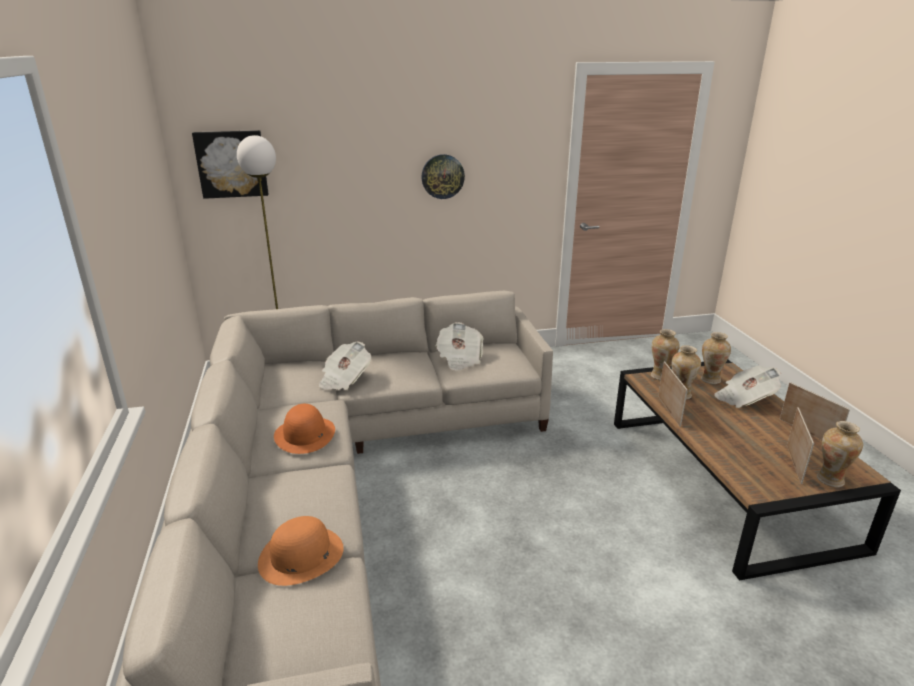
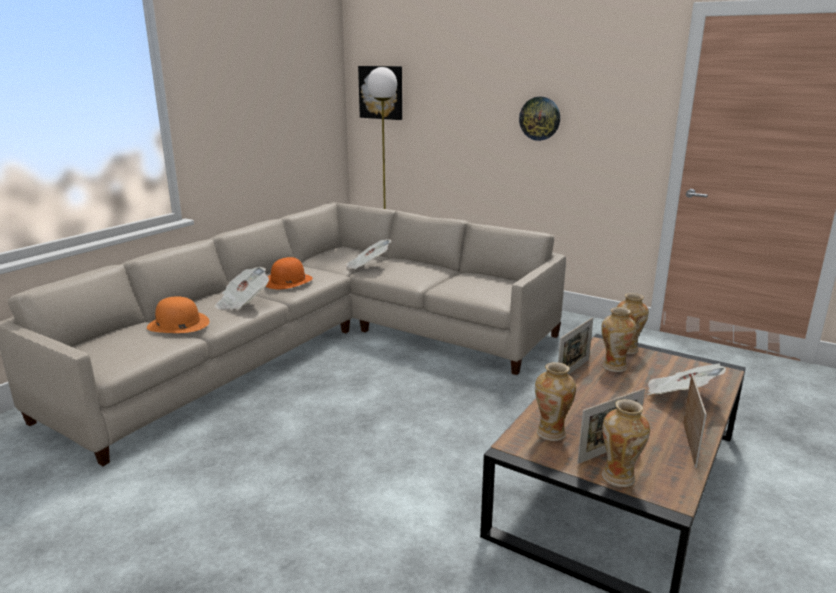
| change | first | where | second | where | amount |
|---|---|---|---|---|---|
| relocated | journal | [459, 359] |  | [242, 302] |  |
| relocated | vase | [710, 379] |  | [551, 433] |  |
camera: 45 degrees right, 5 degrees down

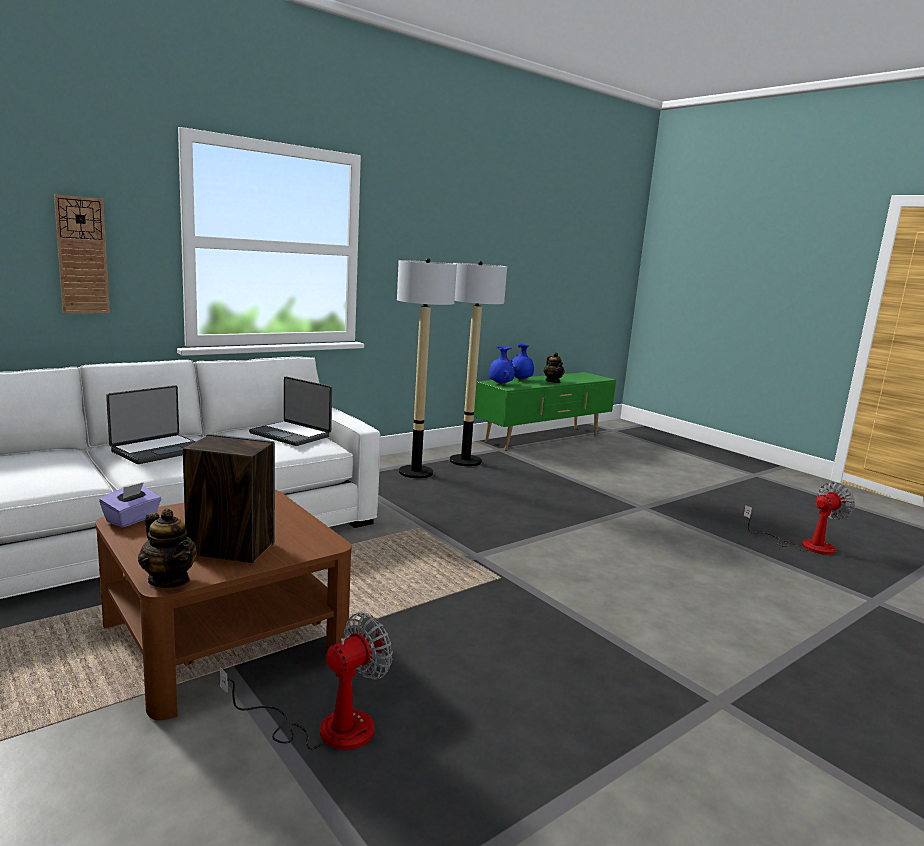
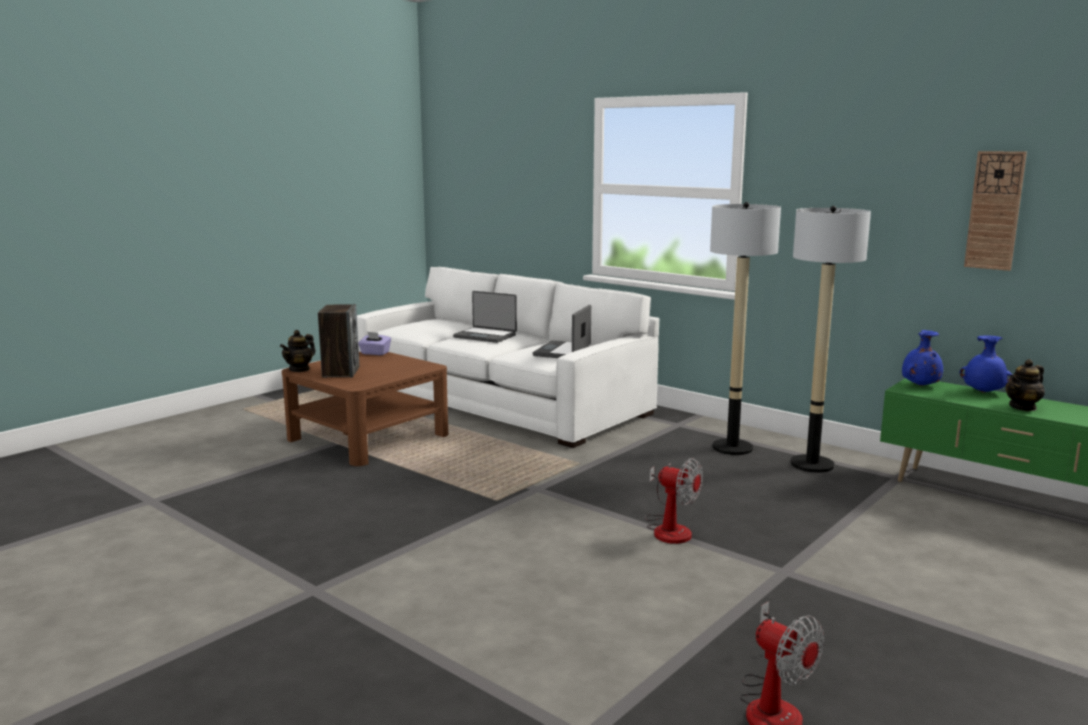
| change | first | where | second | where | amount |
|---|---|---|---|---|---|
| relocated | horloge murale | [82, 256] |  | [994, 210] |  |
| relocated | ventilateur | [326, 728] |  | [669, 528] |  |
camera: 80 degrees right, 0 degrees up

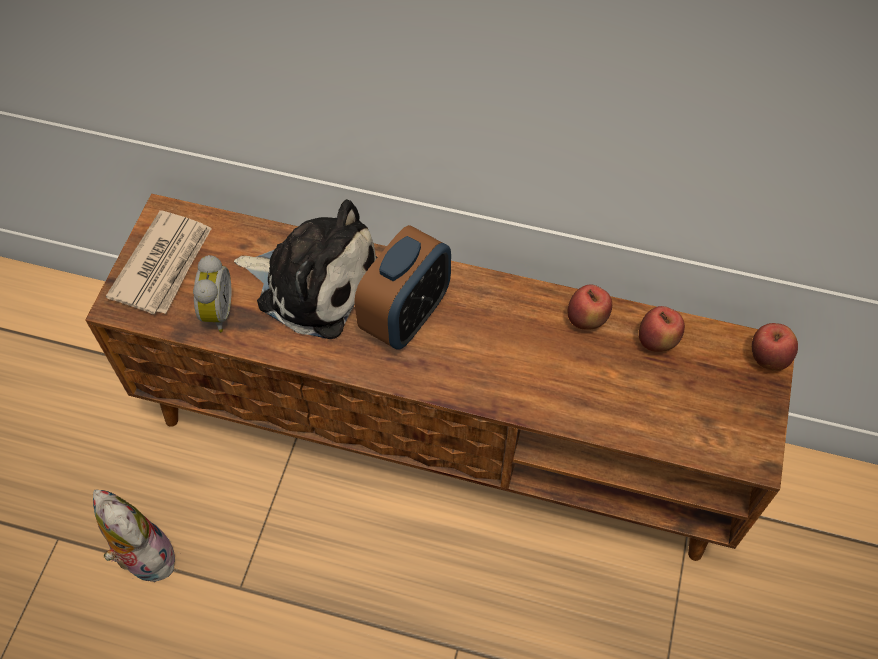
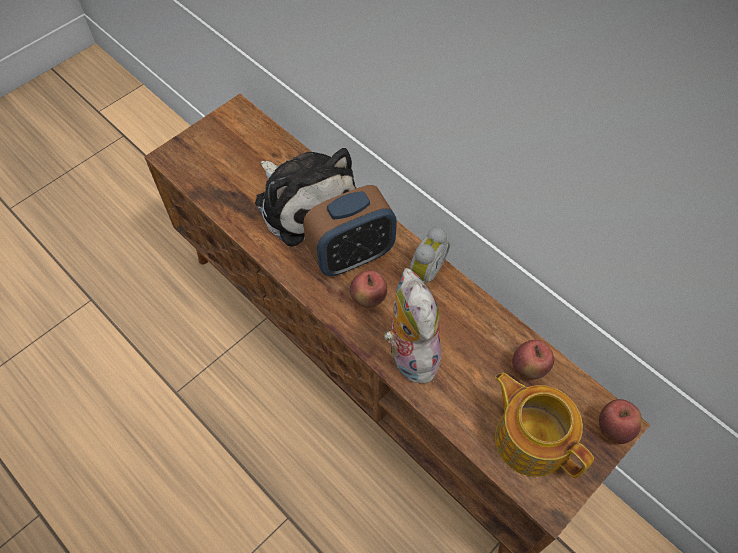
| change | first | where | second | where | amount |
|---|---|---|---|---|---|
| missing | journal | [164, 265] |  |  |  |
| appeared |  |  | théière | [531, 437] |  |
| relocated | peluche | [143, 556] |  | [409, 353] |  |
| relocated | réveil | [215, 312] |  | [425, 271] |  |
| relocated | pomme | [586, 320] |  | [368, 299] |  |
camera: 30 degrees right, 0 degrees up

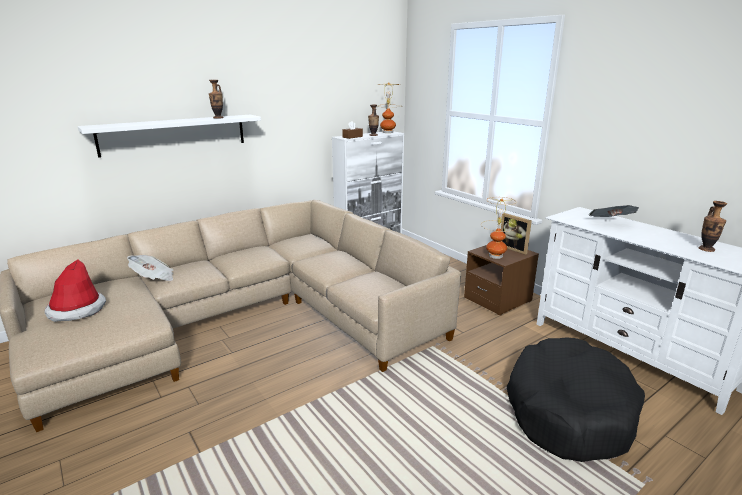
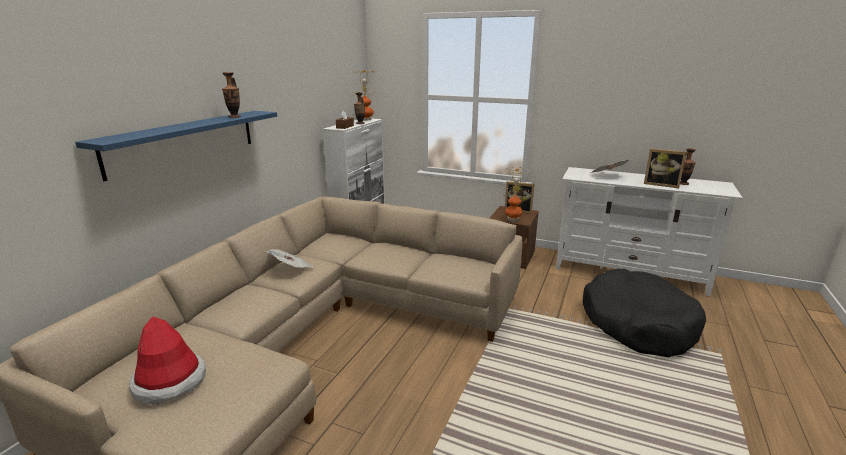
| change | first | where | second | where | amount |
|---|---|---|---|---|---|
| appeared |  |  | cadre photo | [661, 184] |  |
| relocated | journal | [154, 278] |  | [292, 269] |  |
| colour | étagère/blanc | [174, 134] | étagère/bleu | [185, 141] |  |
camera: 30 degrees left, 0 degrees up

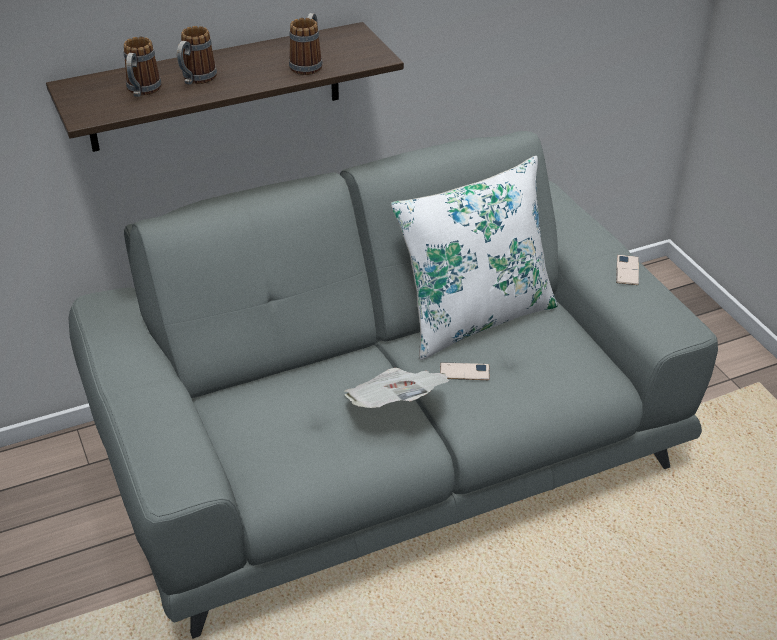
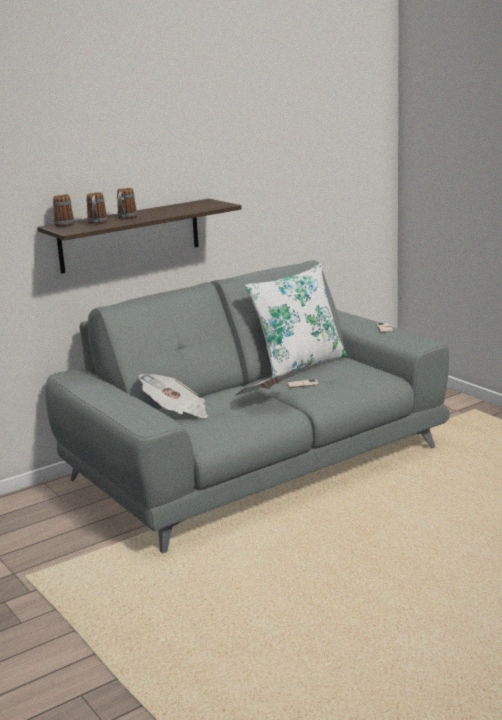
| change | first | where | second | where | amount |
|---|---|---|---|---|---|
| appeared |  |  | journal | [176, 413] |  |
| relocated | mug | [308, 64] |  | [65, 224] |  |
camera: 10 degrees left, 20 degrees down

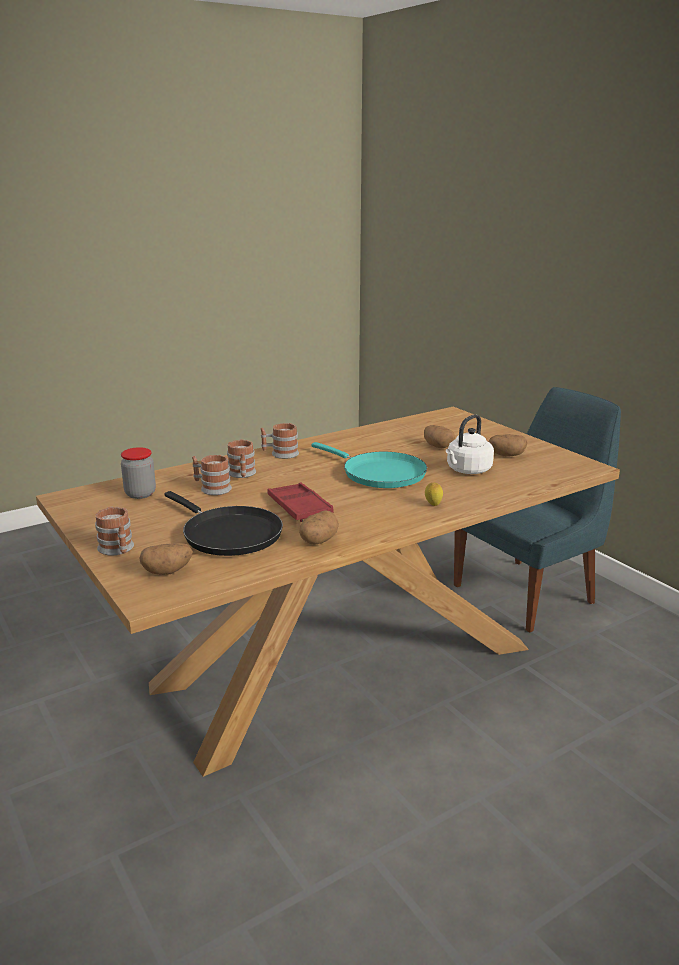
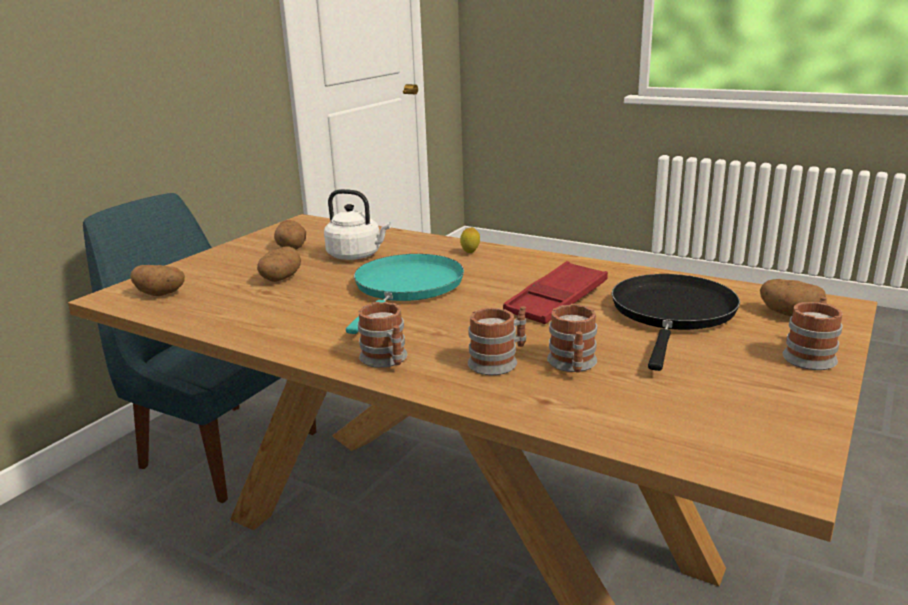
| change | first | where | second | where | amount |
|---|---|---|---|---|---|
| missing | bocal | [140, 494] |  |  |  |
| relocated | pomme de terre | [318, 541] |  | [161, 294] |  |
camera: 115 degrees left, 0 degrees up

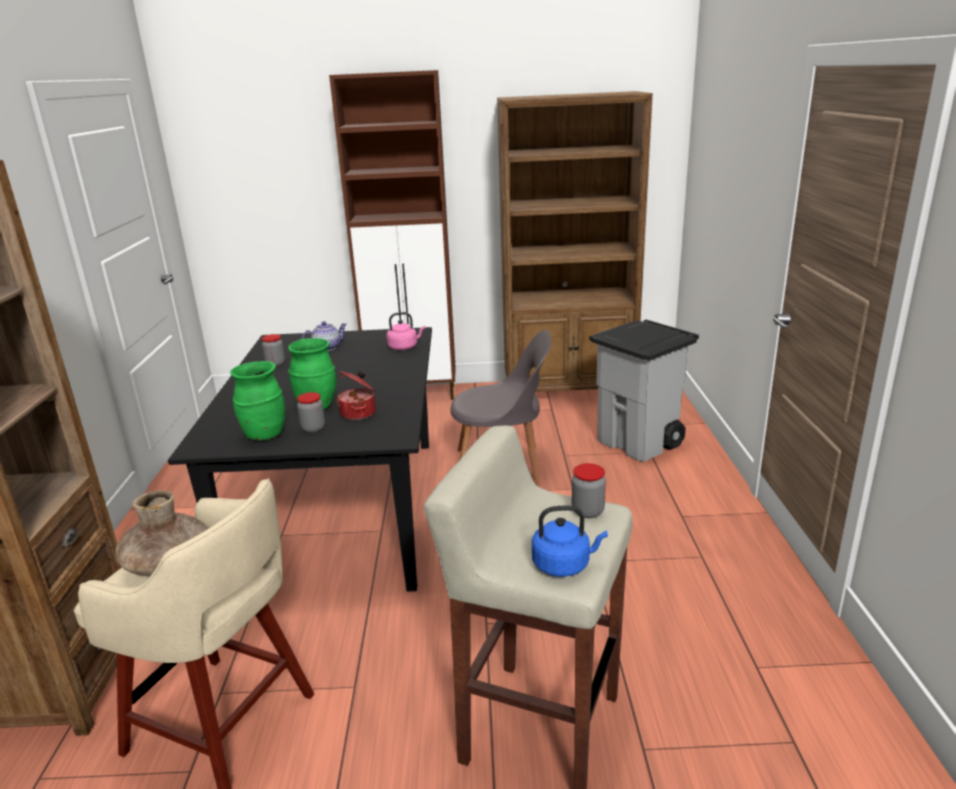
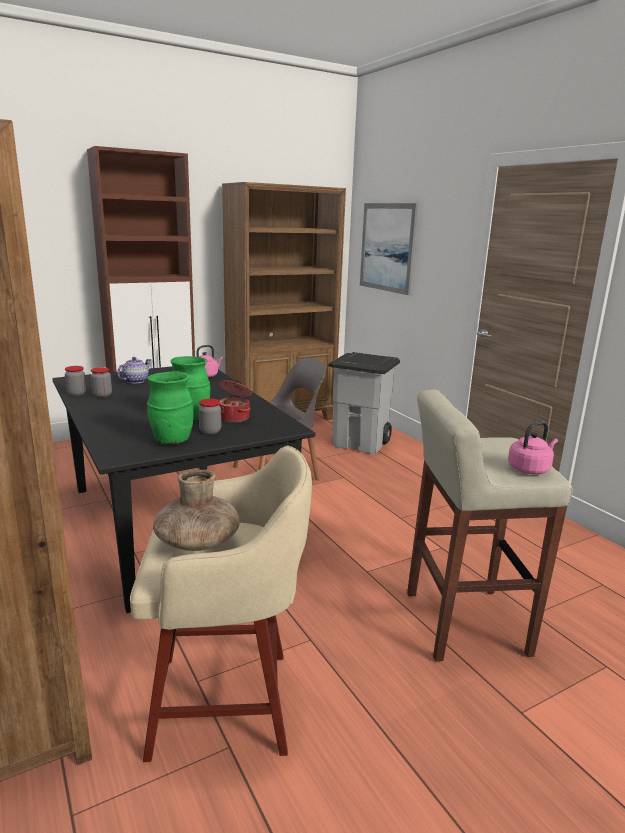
| change | first | where | second | where | amount |
|---|---|---|---|---|---|
| appeared |  |  | tableau | [387, 247] |  |
| relocated | bocal | [587, 511] |  | [76, 393] |  |
| colour | bouilloire/bleu | [564, 565] | bouilloire/rose | [530, 469] |  |
camera: 30 degrees left, 5 degrees down

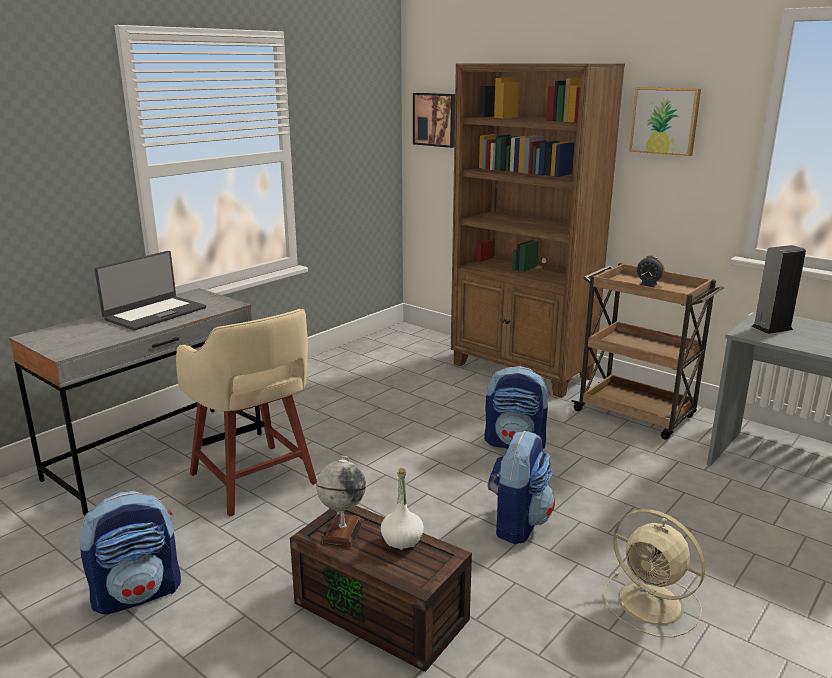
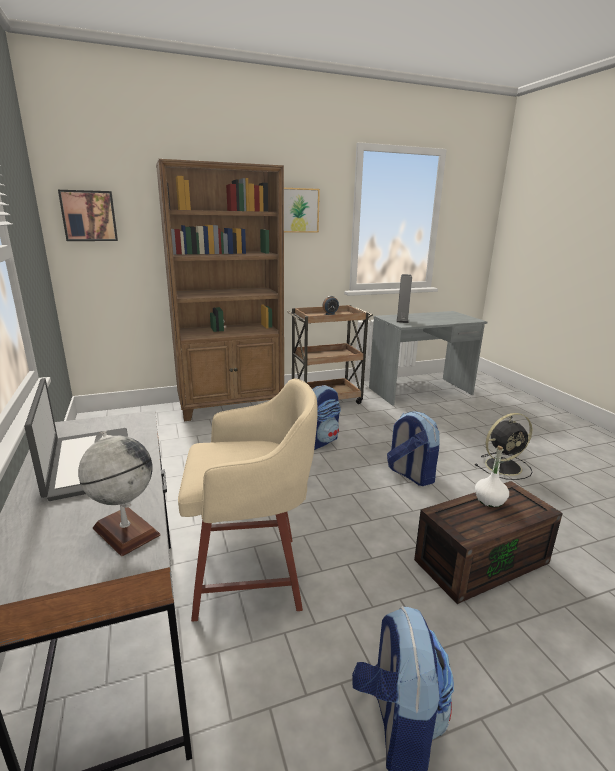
| change | first | where | second | where | amount |
|---|---|---|---|---|---|
| relocated | globe | [343, 531] |  | [125, 531] |  |
| colour | ventilateur/beige | [653, 604] | ventilateur/noir | [504, 466] |  |
camera: 60 degrees left, 0 degrees up

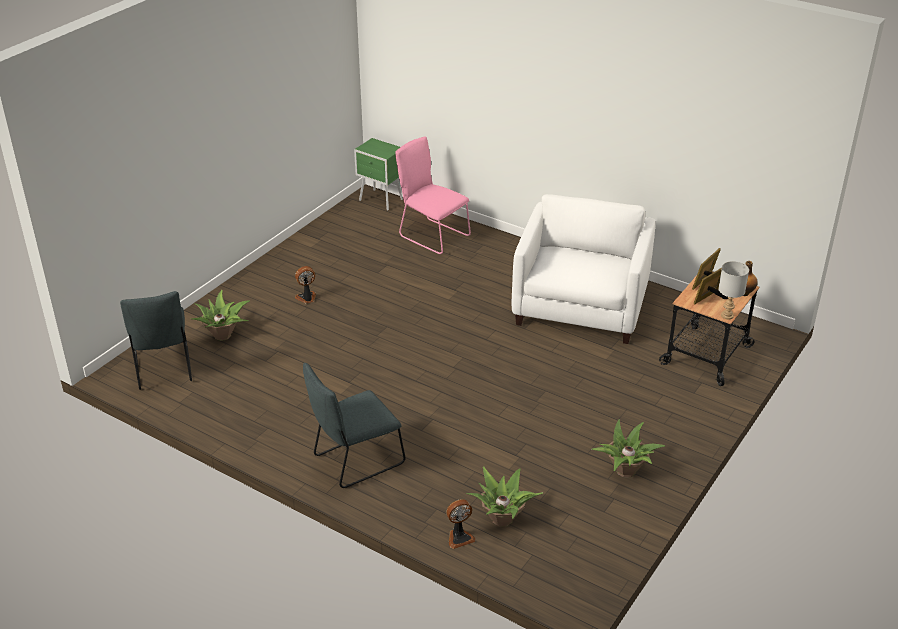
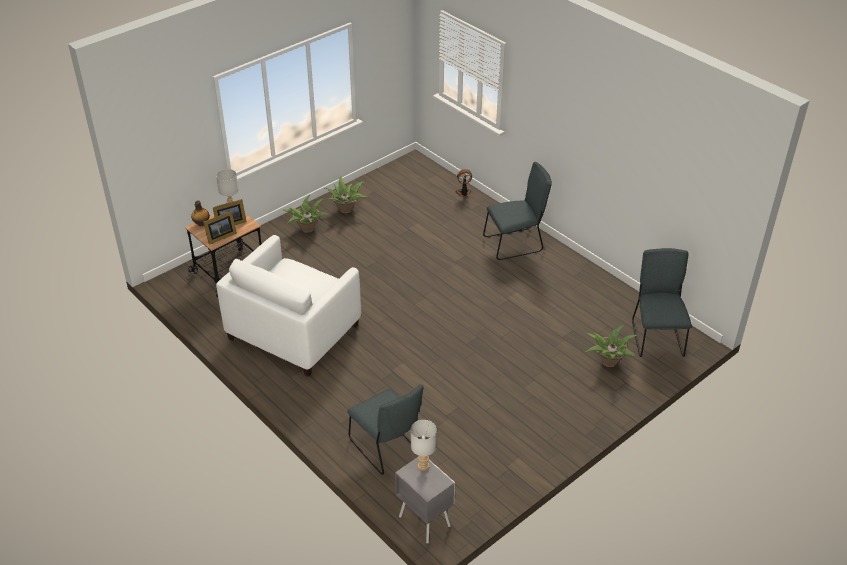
| change | first | where | second | where | amount |
|---|---|---|---|---|---|
| missing | ventilateur | [307, 298] |  |  |  |
| appeared |  |  | lampe de table/gris | [424, 465] |  |
| relocated | plante en pot | [502, 518] |  | [307, 229] |  |
| colour | table de chevet/vert | [381, 200] | table de chevet/gris | [424, 520] |  |
| colour | chaise/rose | [432, 235] | chaise/gris | [387, 448] |  |
camera: 165 degrees left, 5 degrees up

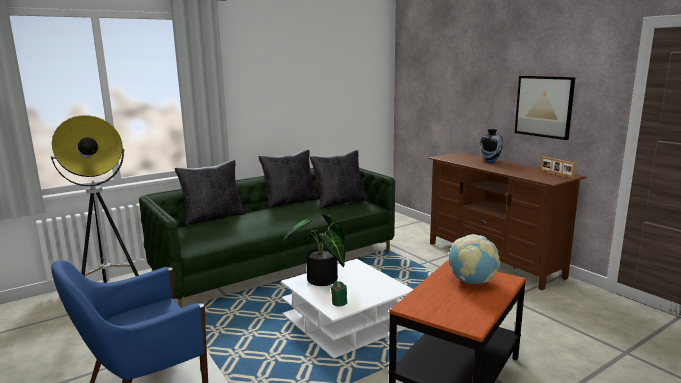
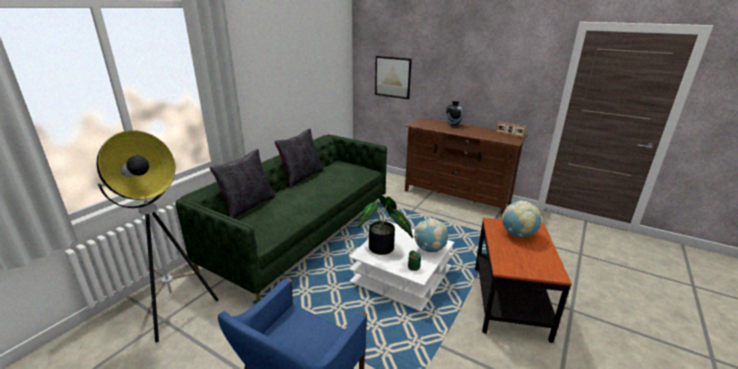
| change | first | where | second | where | amount |
|---|---|---|---|---|---|
| missing | coussin/noir | [340, 202] |  |  |  |
| appeared |  |  | globe | [429, 249] |  |
| relocated | tableau | [544, 106] |  | [393, 77] |  |
camera: 25 degrees left, 10 degrees up

